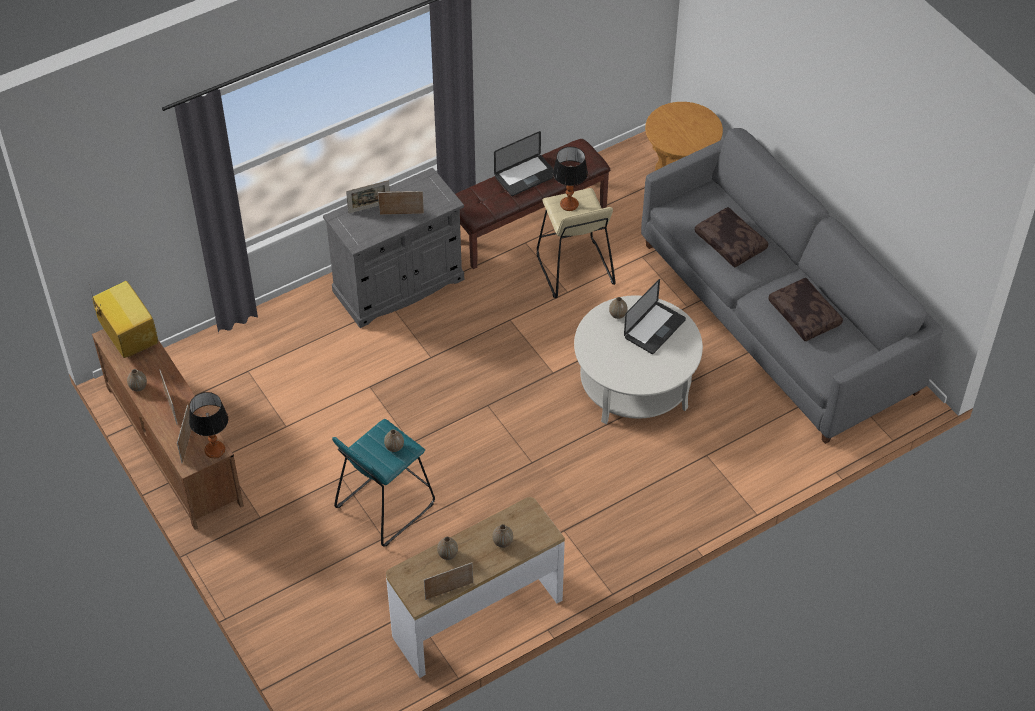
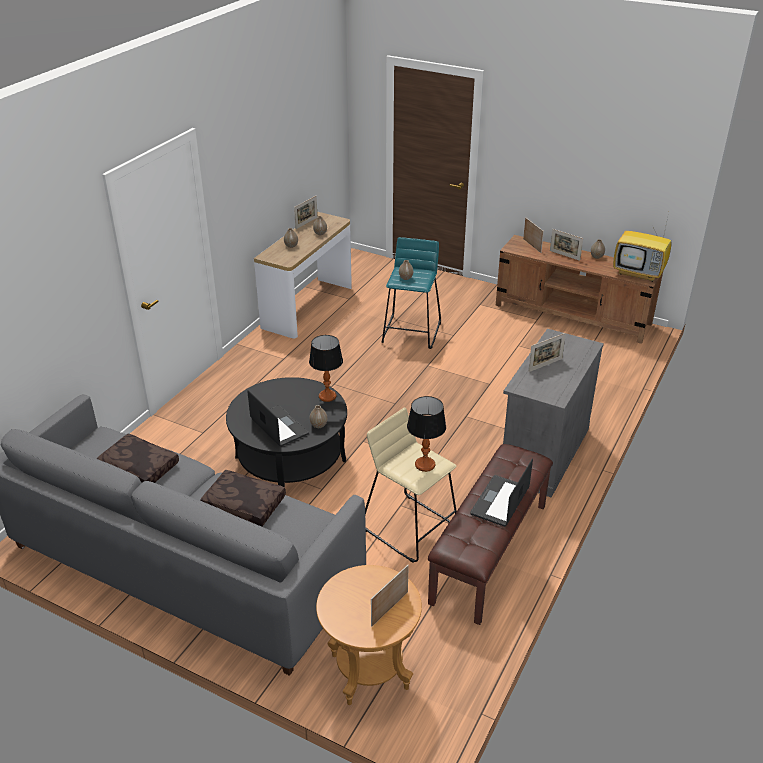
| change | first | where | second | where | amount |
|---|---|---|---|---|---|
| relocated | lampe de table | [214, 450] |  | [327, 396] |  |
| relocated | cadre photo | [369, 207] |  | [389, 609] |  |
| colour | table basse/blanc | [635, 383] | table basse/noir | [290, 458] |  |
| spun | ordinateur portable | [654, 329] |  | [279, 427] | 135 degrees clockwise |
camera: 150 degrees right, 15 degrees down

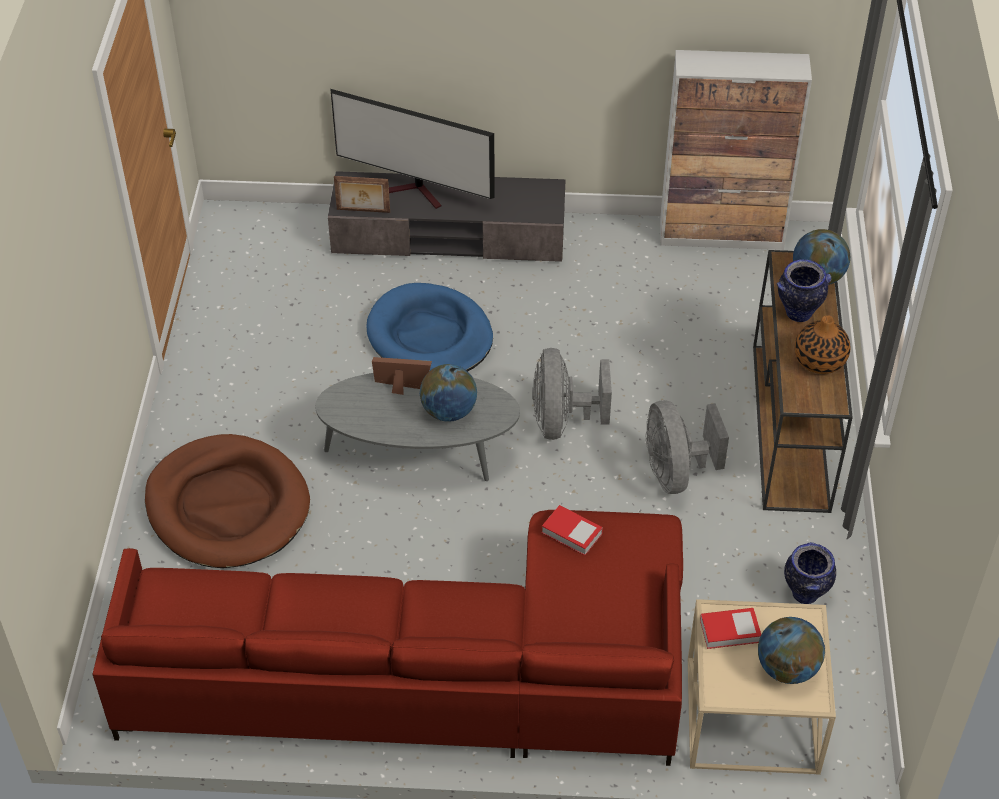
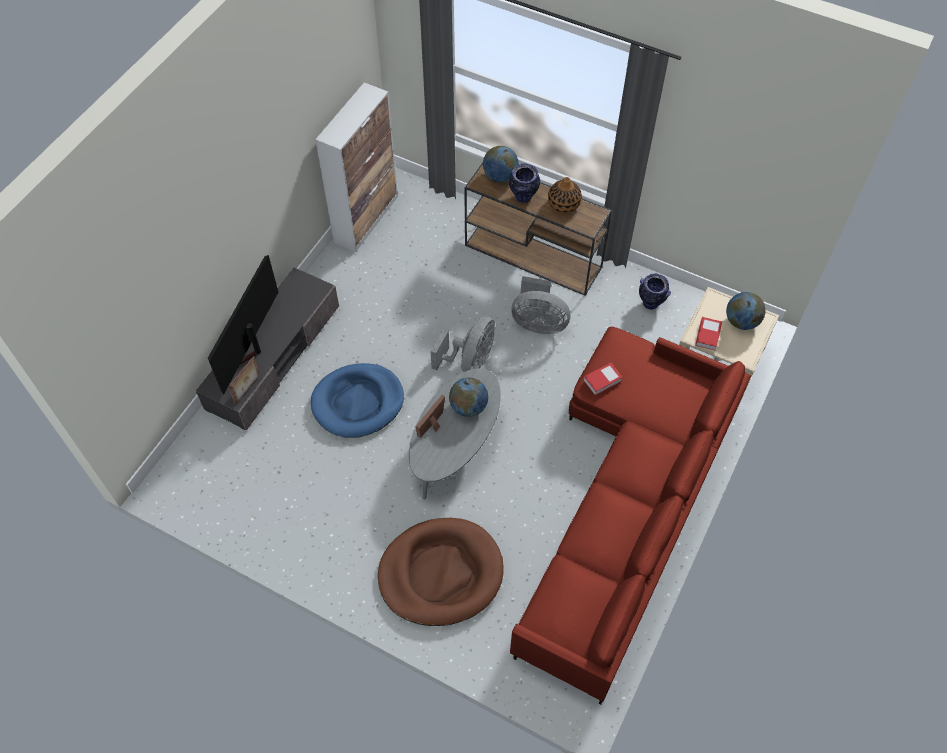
| change | first | where | second | where | amount |
|---|---|---|---|---|---|
| spun | téléviseur | [417, 192] |  | [251, 351] | 150 degrees clockwise |
| spun | ventilateur/gris | [562, 421] |  | [469, 361] | 90 degrees counterclockwise |
camera: 65 degrees left, 10 degrees up

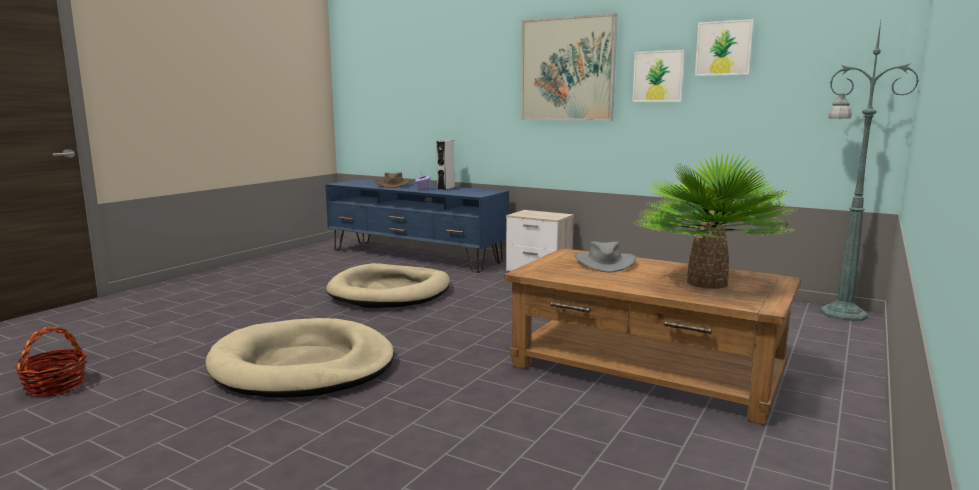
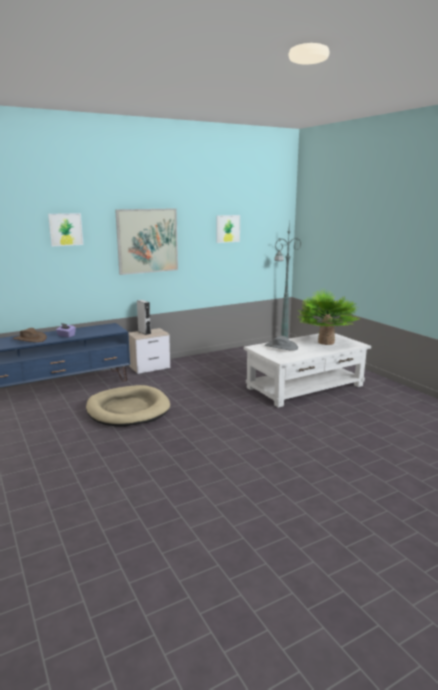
| change | first | where | second | where | amount |
|---|---|---|---|---|---|
| missing | panier | [55, 386] |  |  |  |
| missing | panier pour chien/beige | [303, 366] |  |  |  |
| relocated | enceinte/gris | [446, 188] |  | [144, 332] |  |
| relocated | tableau | [658, 76] |  | [65, 229] |  |
| colour | table basse/marron | [646, 370] | table basse/blanc | [305, 386] |  |
camera: 60 degrees left, 5 degrees up

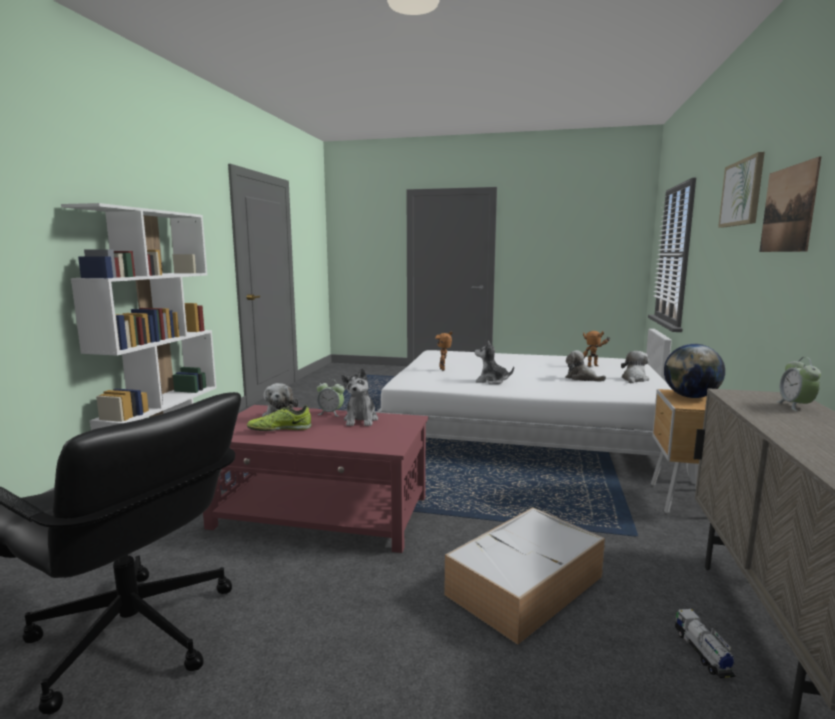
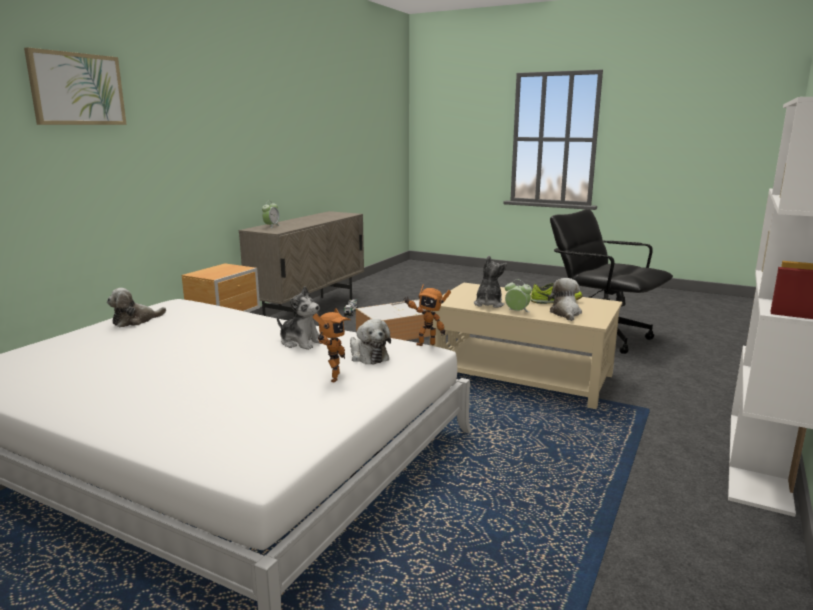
| change | first | where | second | where | amount |
|---|---|---|---|---|---|
| missing | globe | [691, 397] |  |  |  |
| missing | tableau | [788, 209] |  |  |  |
| relocated | peluche | [582, 378] |  | [368, 356] |  |
| relocated | robot jouet | [594, 366] |  | [425, 344] |  |
| colour | table basse/rouge | [322, 513] | table basse/beige | [520, 375] |  |
camera: 165 degrees left, 5 degrees up

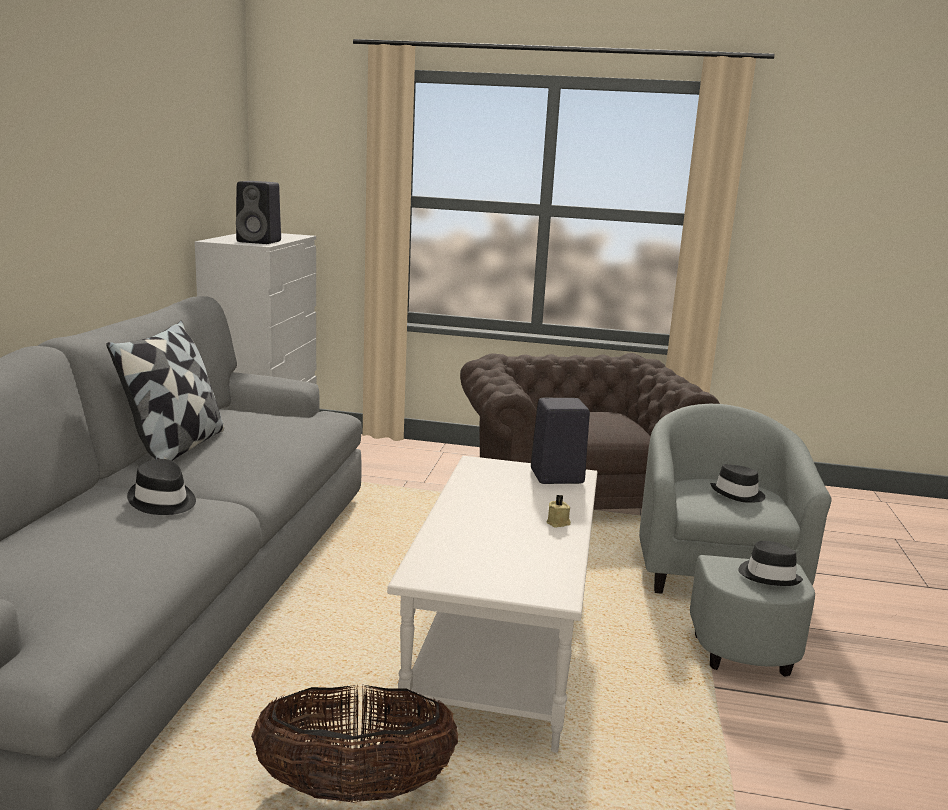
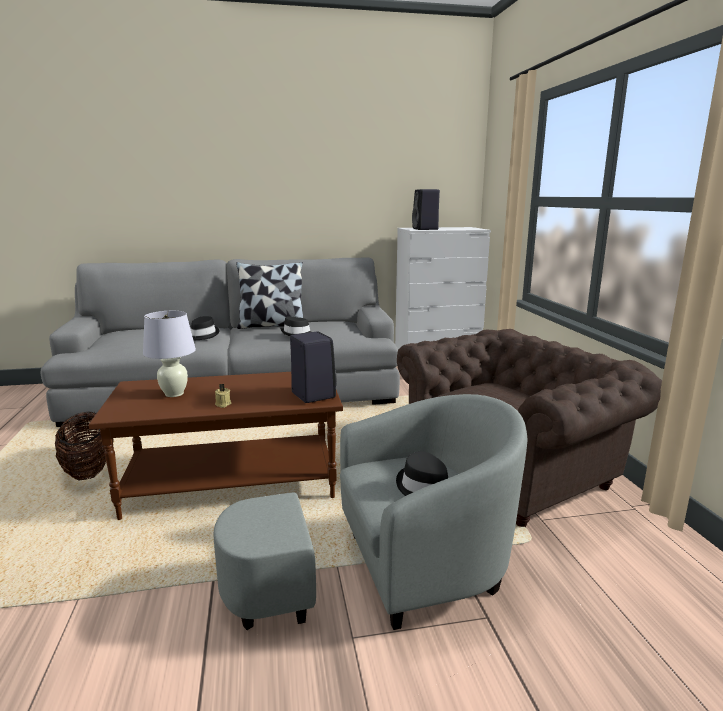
| change | first | where | second | where | amount |
|---|---|---|---|---|---|
| appeared |  |  | lampe de table/blanc | [174, 394] |  |
| relocated | chapeau/noir | [769, 576] |  | [297, 334] |  |
| colour | table basse/blanc | [499, 647] | table basse/marron | [233, 483] |  |
camera: 70 degrees right, 0 degrees up

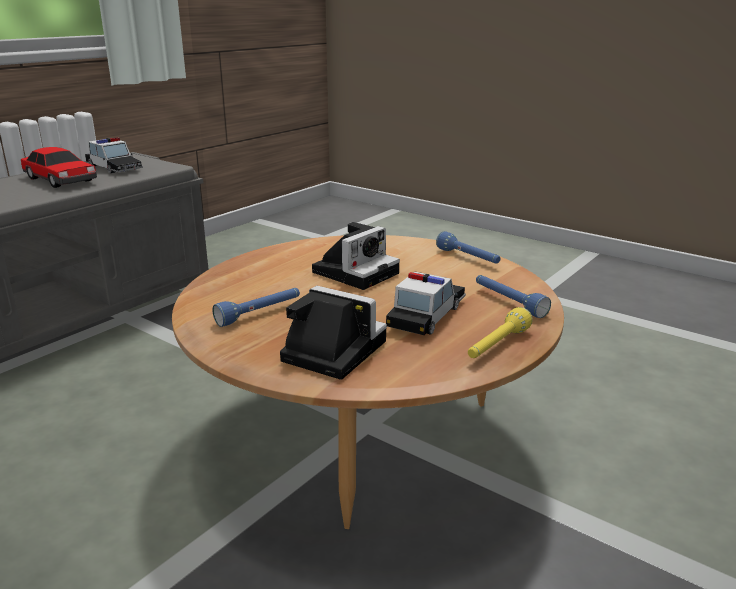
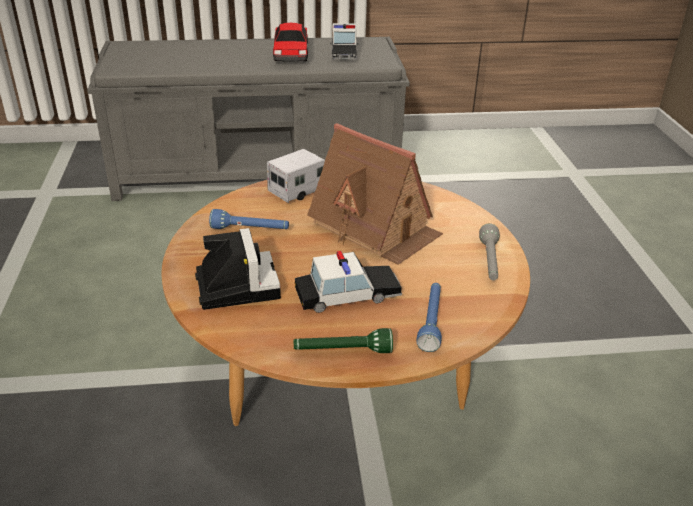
| change | first | where | second | where | amount |
|---|---|---|---|---|---|
| appeared |  |  | camion jouet | [303, 189] |  |
| exchanged | appareil photo | [356, 271] | maison miniature | [375, 228] |  |
| colour | lampe de poche/bleu | [468, 258] | lampe de poche/gris | [489, 261] |  |
| colour | lampe de poche/jaune | [497, 346] | lampe de poche/vert | [342, 351] |  |
camera: 45 degrees right, 10 degrees up

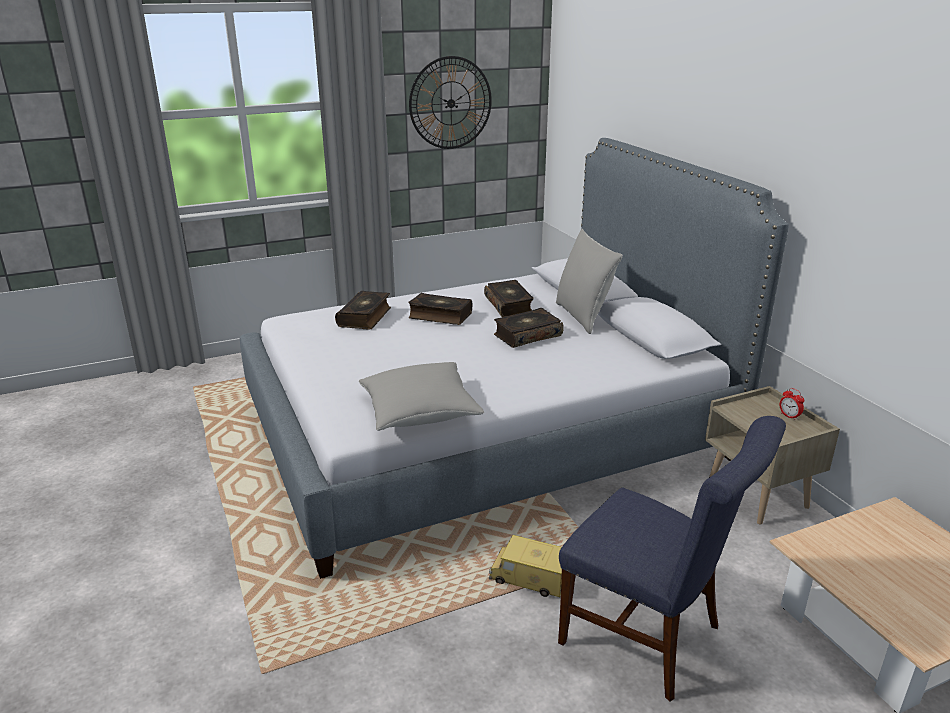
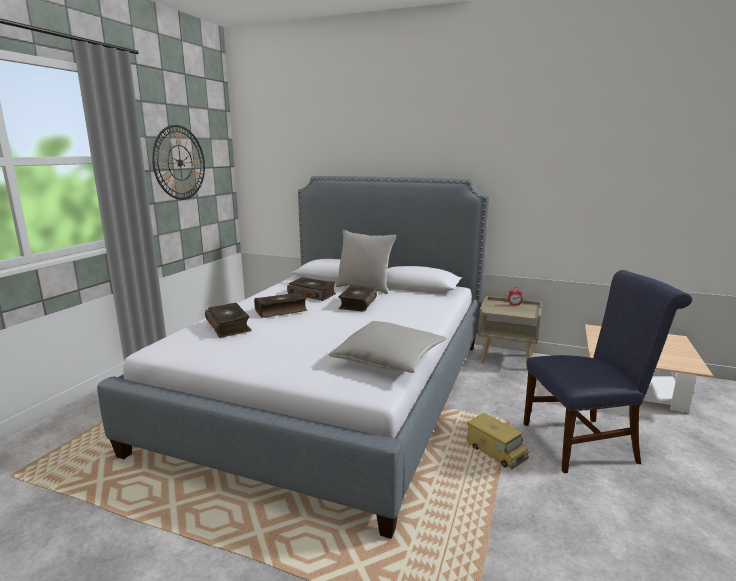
| change | first | where | second | where | amount |
|---|---|---|---|---|---|
| spun | camion jouet | [529, 579] |  | [496, 451] | 105 degrees counterclockwise |
camera: 45 degrees left, 10 degrees down

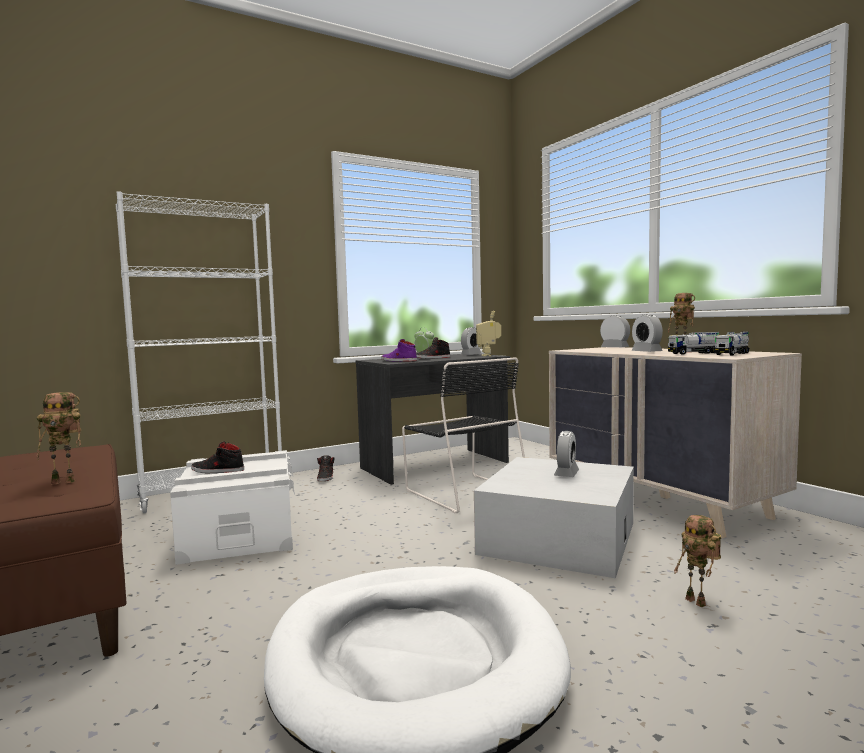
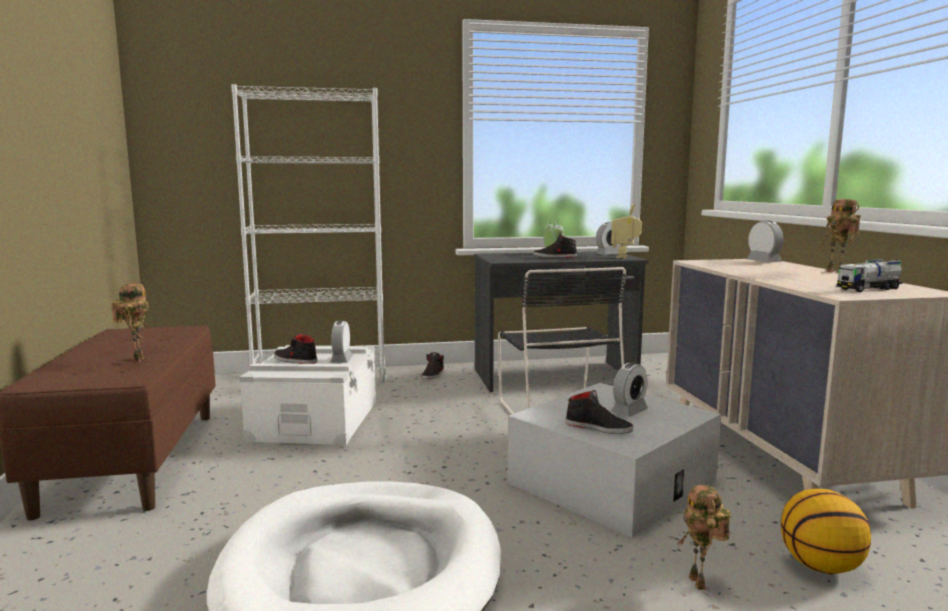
| change | first | where | second | where | amount |
|---|---|---|---|---|---|
| missing | chaussure/violet | [398, 361] |  |  |  |
| missing | camion jouet | [694, 353] |  |  |  |
| appeared |  |  | chaussure/noir | [598, 427] |  |
| appeared |  |  | ballon de basket | [821, 566] |  |
| relocated | réveil | [646, 352] |  | [341, 360] |  |
| spun | robot jouet | [66, 481] |  | [136, 360] | 105 degrees counterclockwise |
camera: 20 degrees right, 5 degrees up

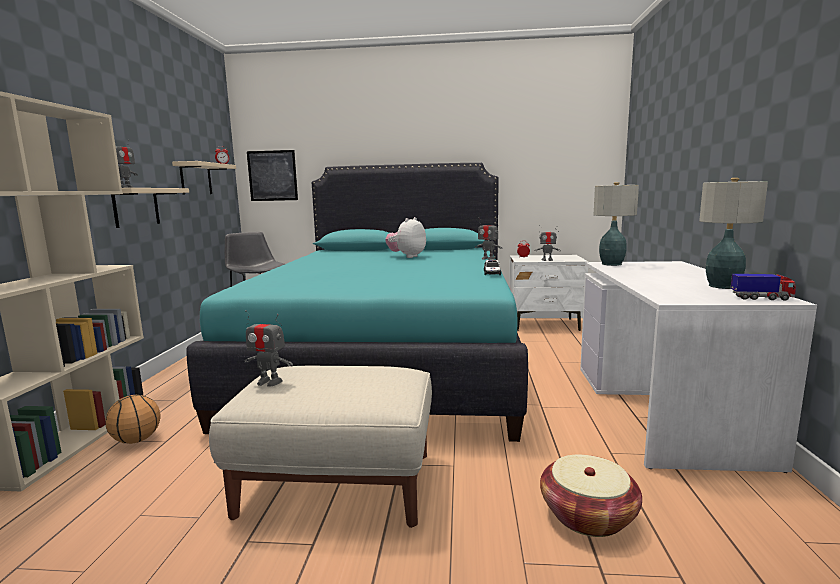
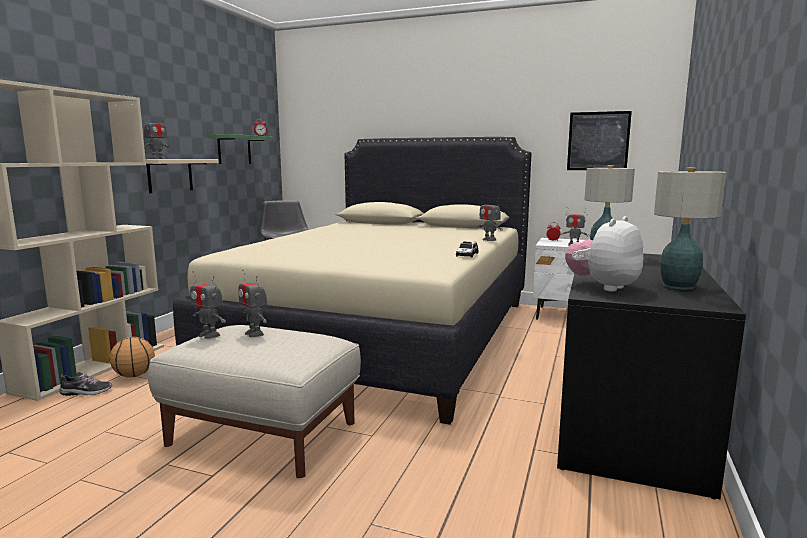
| change | first | where | second | where | amount |
|---|---|---|---|---|---|
| missing | panier | [588, 515] |  |  |  |
| missing | camion jouet | [761, 298] |  |  |  |
| appeared |  |  | chaussure | [86, 392] |  |
| appeared |  |  | robot jouet | [254, 333] |  |
| relocated | tableau | [272, 175] |  | [598, 141] |  |
| relocated | peluche | [407, 256] |  | [603, 287] |  |
| colour | étagère/beige | [196, 179] | étagère/vert | [234, 149] |  |
| colour | lit/turquoise | [389, 359] | lit/beige | [384, 334] |  |
| colour | bureau/blanc | [664, 410] | bureau/noir | [630, 418] |  |
camera: 15 degrees right, 0 degrees up

